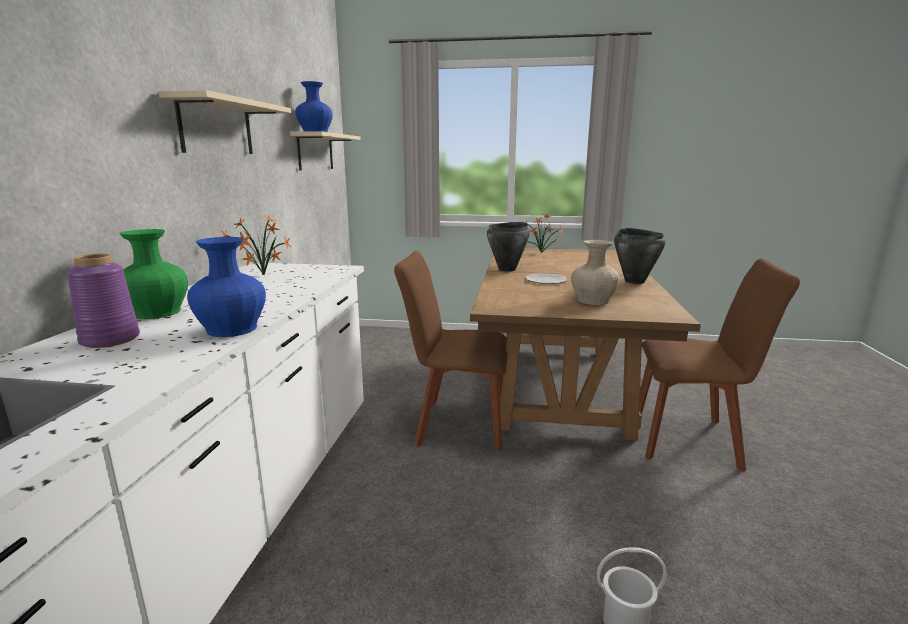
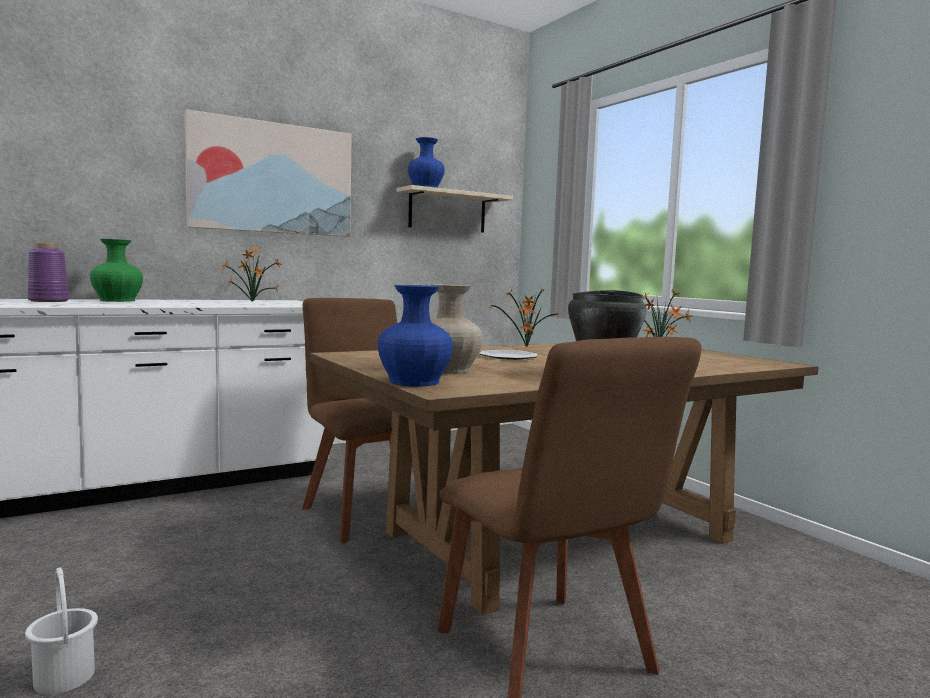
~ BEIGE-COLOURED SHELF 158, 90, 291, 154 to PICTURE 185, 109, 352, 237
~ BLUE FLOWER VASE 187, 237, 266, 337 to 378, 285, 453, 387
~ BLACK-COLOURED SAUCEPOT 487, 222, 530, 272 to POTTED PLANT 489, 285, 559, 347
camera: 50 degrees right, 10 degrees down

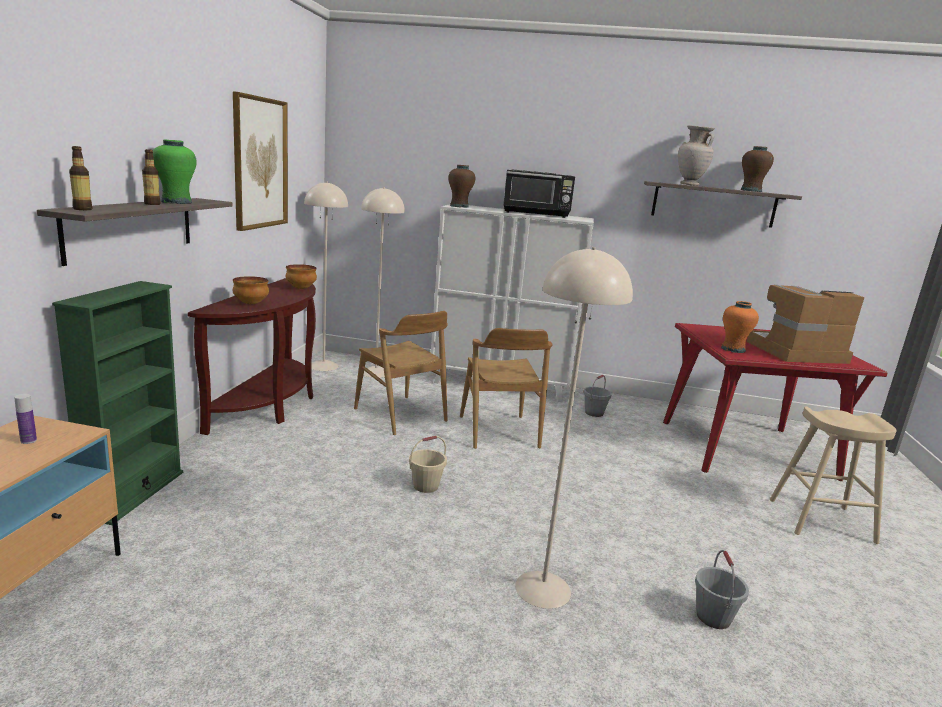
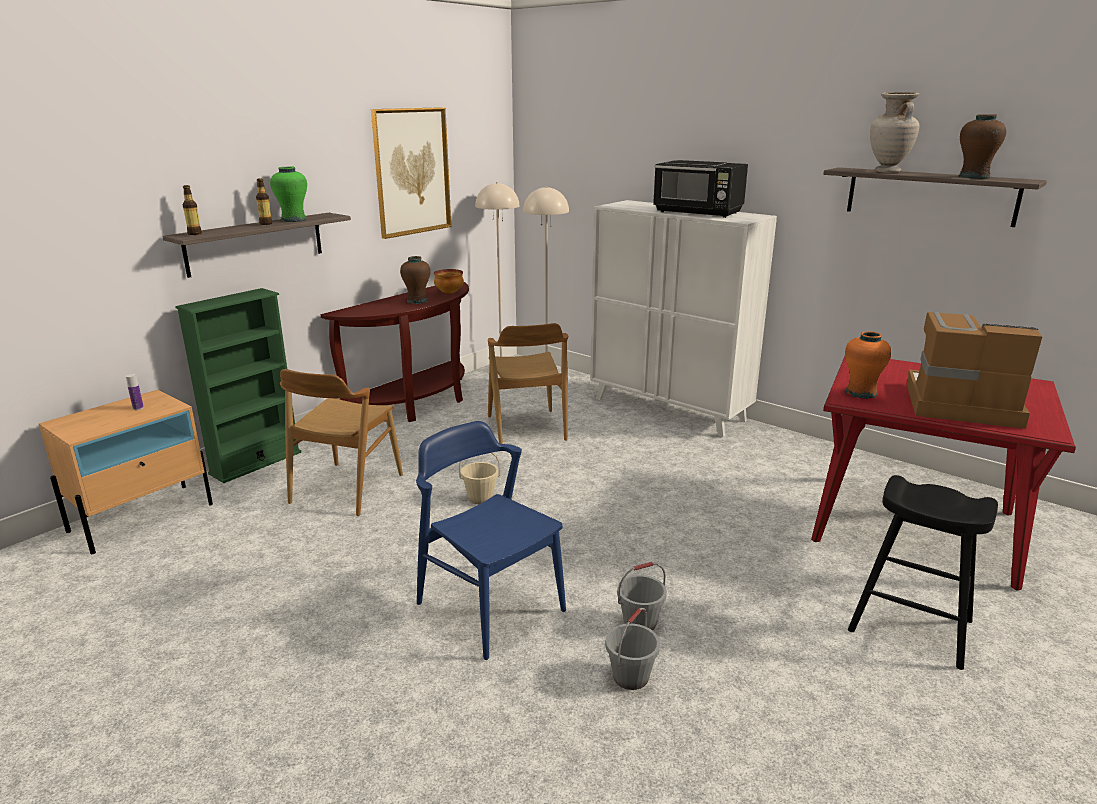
- BOWL 233, 276, 269, 304
~ BROWNISH FLOWER VASE 448, 165, 475, 208 to 400, 256, 431, 304
~ BROWNISH UPRIGHT CHAIR 460, 328, 553, 449 to 280, 369, 403, 516
~ BEIGE-COLOURED STANDARD LAMP 515, 247, 633, 609 to BLUE UPRIGHT CHAIR 416, 421, 566, 660
~ GRAY PAIL 583, 375, 612, 417 to 617, 562, 667, 631
~ BEIGE-COLOURED STOOL SEAT 770, 406, 897, 544 to BLACK-COLOURED STOOL SEAT 848, 475, 998, 670
camera: 30 degrees right, 5 degrees up

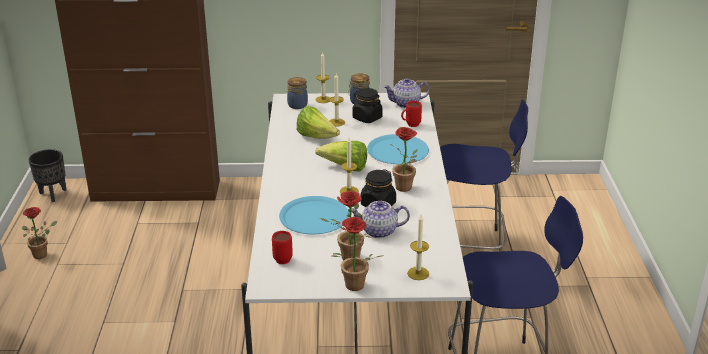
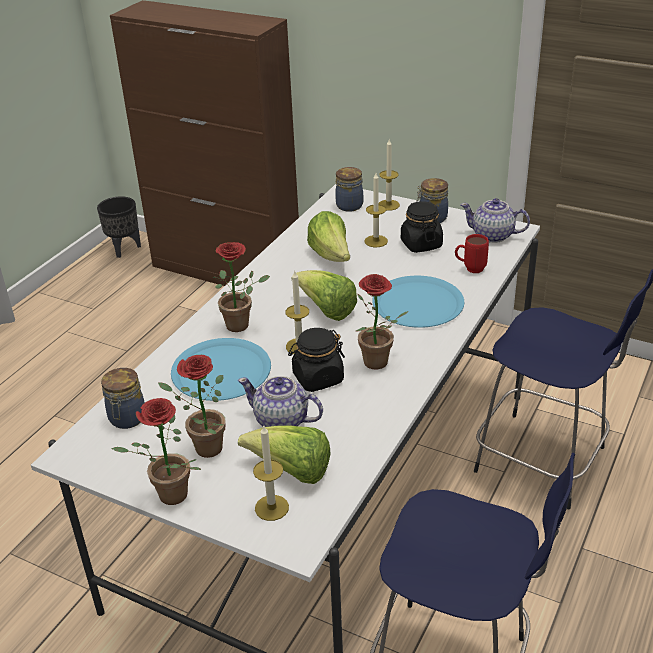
~ POTTED PLANT 22, 207, 58, 259 to 213, 242, 270, 332
~ RED-COLOURED MUG 272, 231, 293, 264 to PRESERVE JAR 101, 368, 145, 429
+ LETTUCE HEAD 238, 426, 331, 484
camera: 30 degrees right, 5 degrees up

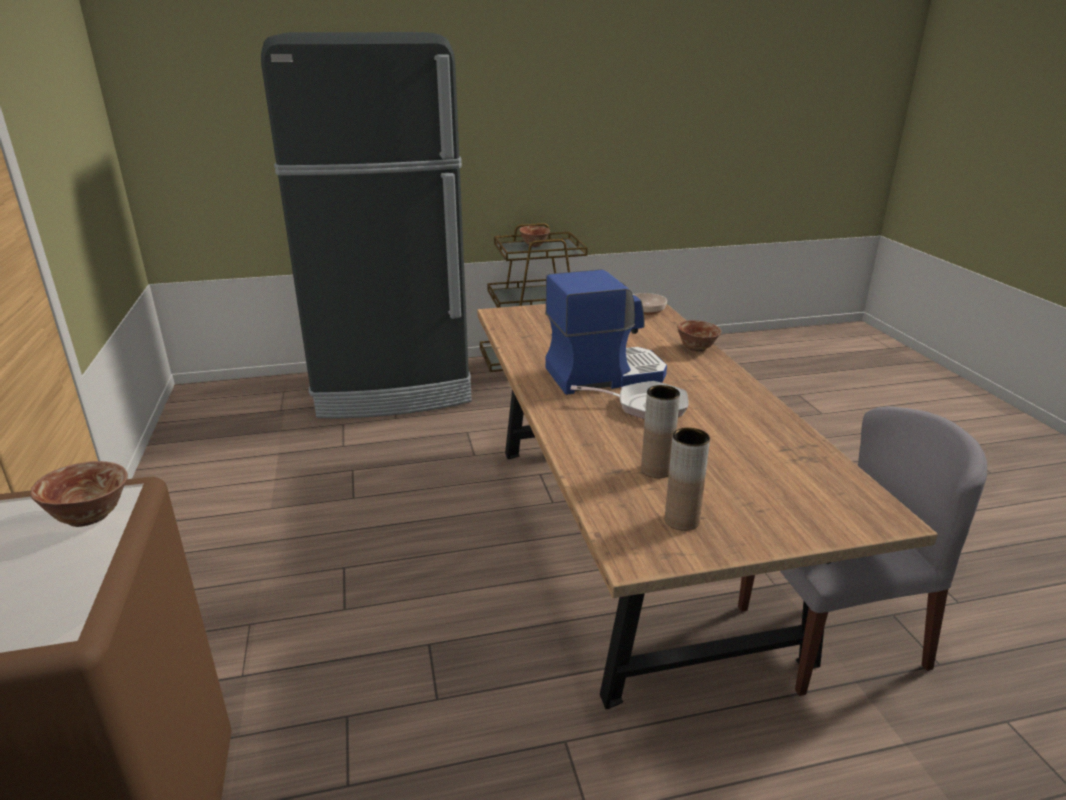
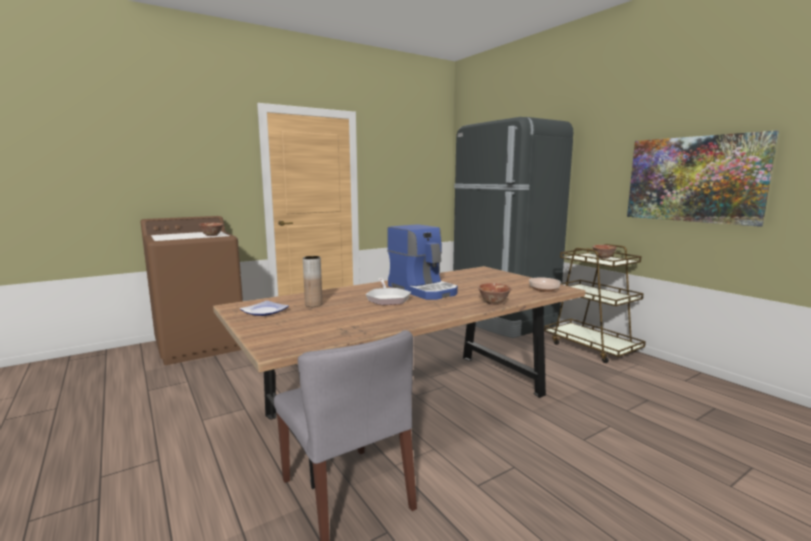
~ BROWNISH FLOWER VASE 665, 428, 710, 531 to FLAT DISH 240, 301, 289, 316
+ PICTURE 627, 131, 779, 227
camera: 70 degrees right, 15 degrees down

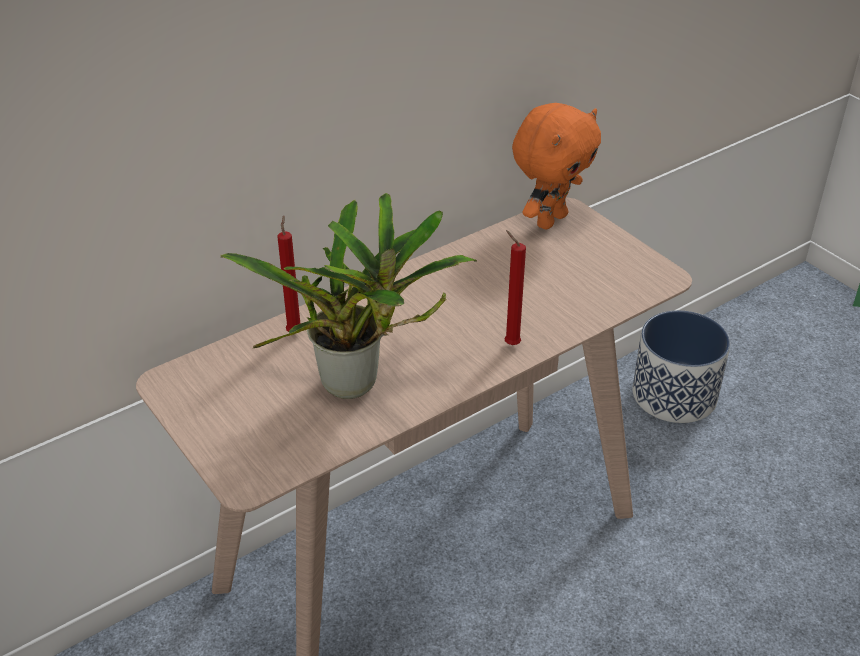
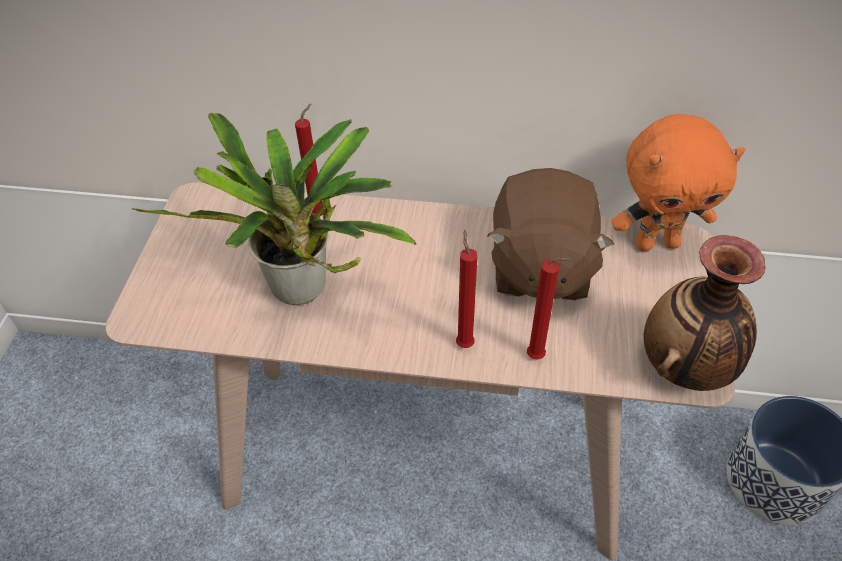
+ BROWNISH PLUSH TOY 487, 168, 614, 300
+ RED-COLOURED WAX LIGHT 527, 257, 571, 360
+ FLOWER VASE 643, 235, 766, 391
camera: 45 degrees right, 10 degrees up

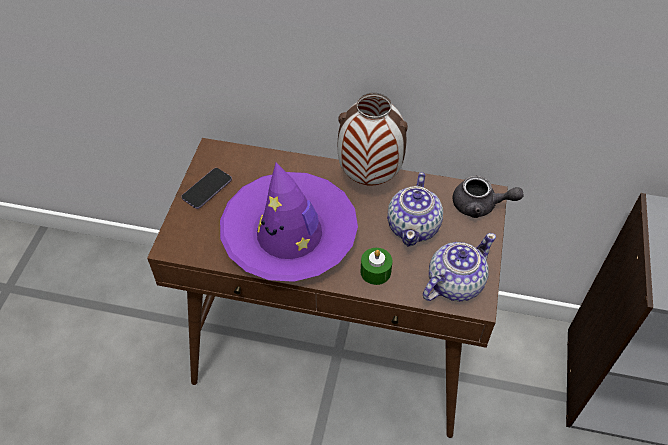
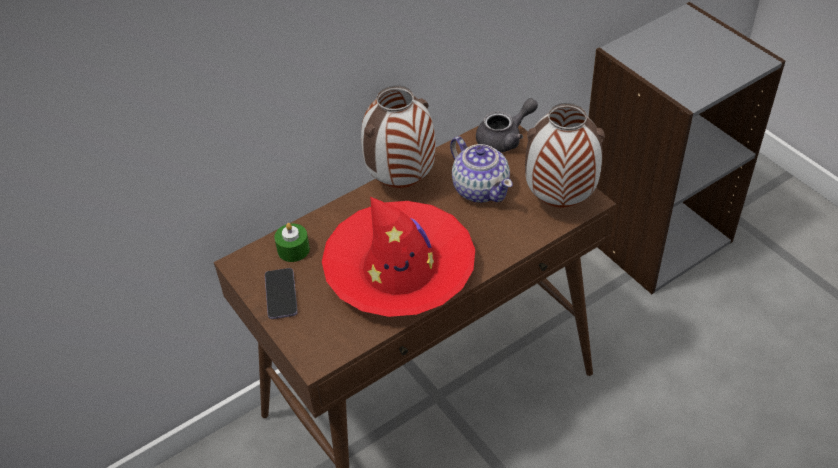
~ PURPLE HAT 220, 162, 358, 282 to RED-COLOURED HAT 322, 197, 475, 317
~ GREEN-COLOURED WAX LIGHT 360, 248, 392, 285 to 274, 223, 310, 262
~ TEA POT 423, 233, 496, 301 to FLOWER VASE 525, 103, 605, 207
camera: 45 degrees left, 5 degrees down

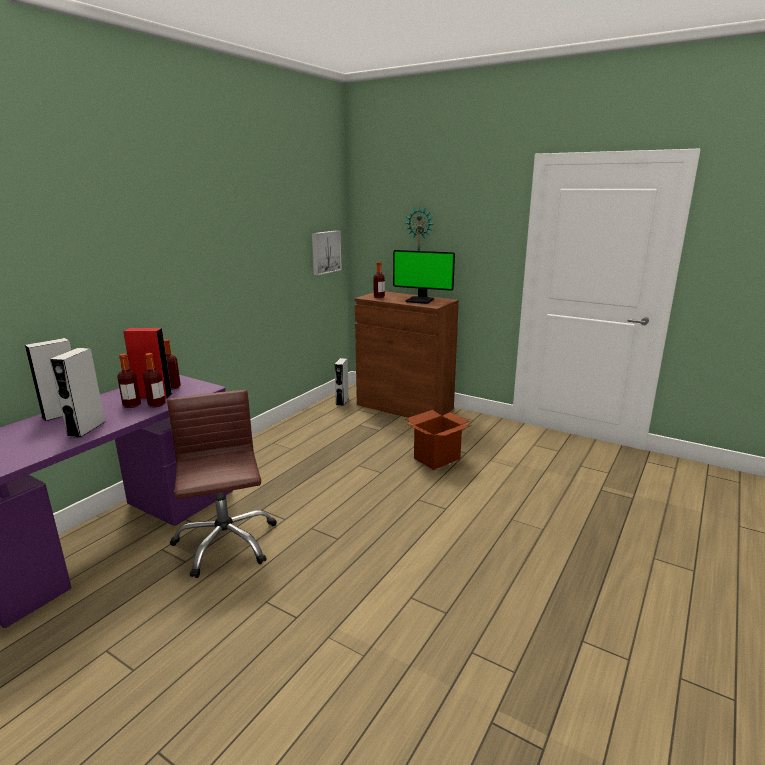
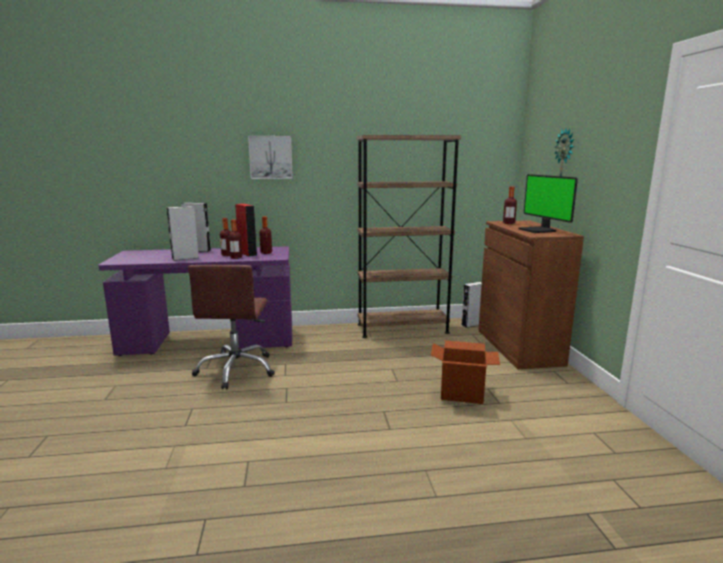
~ BROWNISH COMPUTER CHAIR 167, 390, 277, 578 = 188, 265, 275, 389 150 degrees clockwise
~ PICTURE 312, 230, 342, 275 to 248, 136, 293, 179
+ BROWNISH BOOKCASE 357, 135, 461, 338
camera: 50 degrees right, 5 degrees down

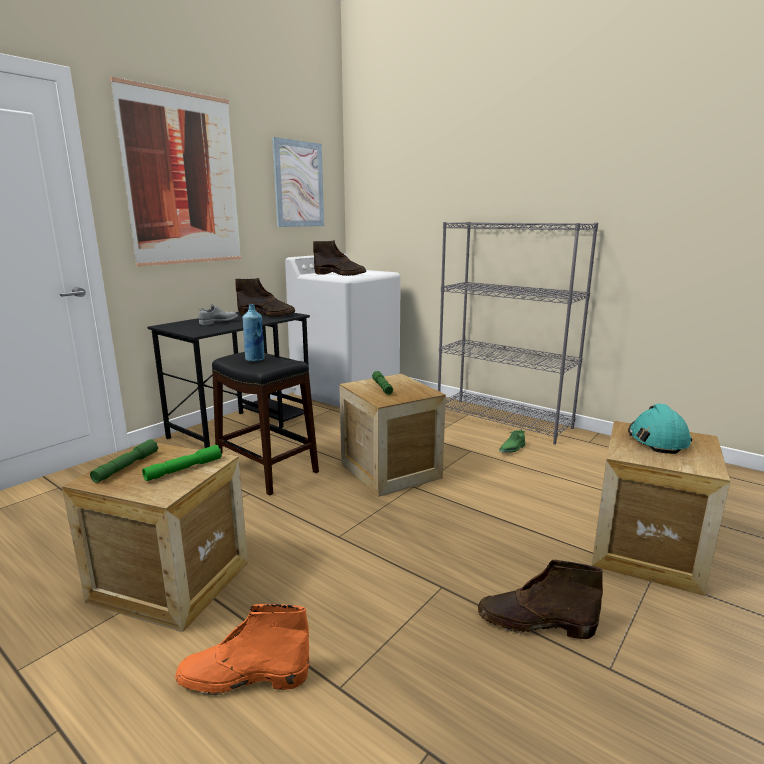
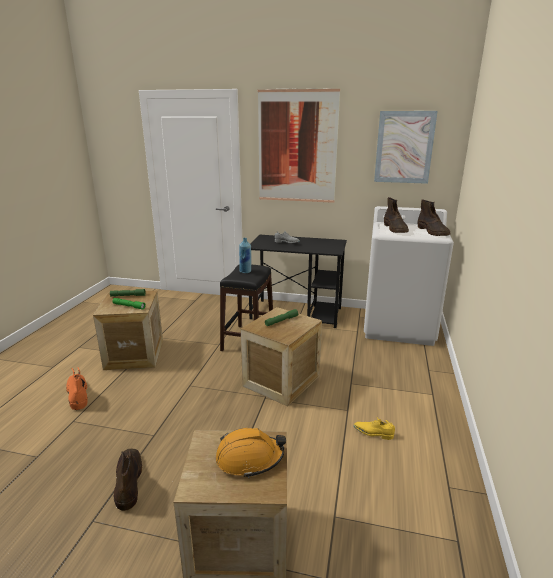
~ BROWNISH TALL BOOT 235, 278, 295, 317 to 417, 199, 450, 236
- GRAY BOOKCASE 438, 222, 598, 444
~ GREEN-COLOURED LOW SHOE 499, 429, 525, 453 to YELLOW LOW SHOE 354, 419, 395, 440
~ TURQUOISE WORK HELMET 628, 404, 692, 454 to ORANGE-COLOURED WORK HELMET 216, 428, 286, 478
camera: 65 degrees right, 5 degrees up

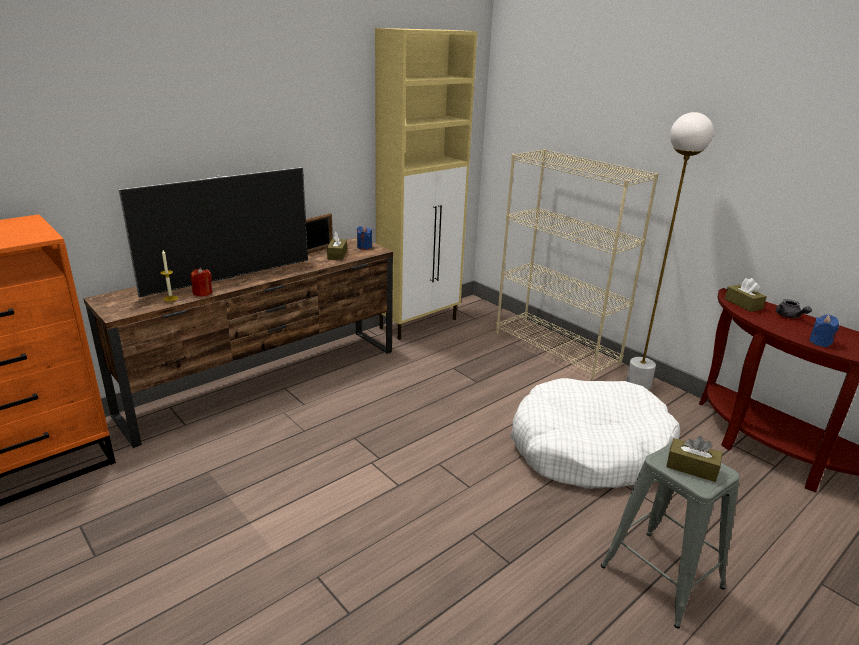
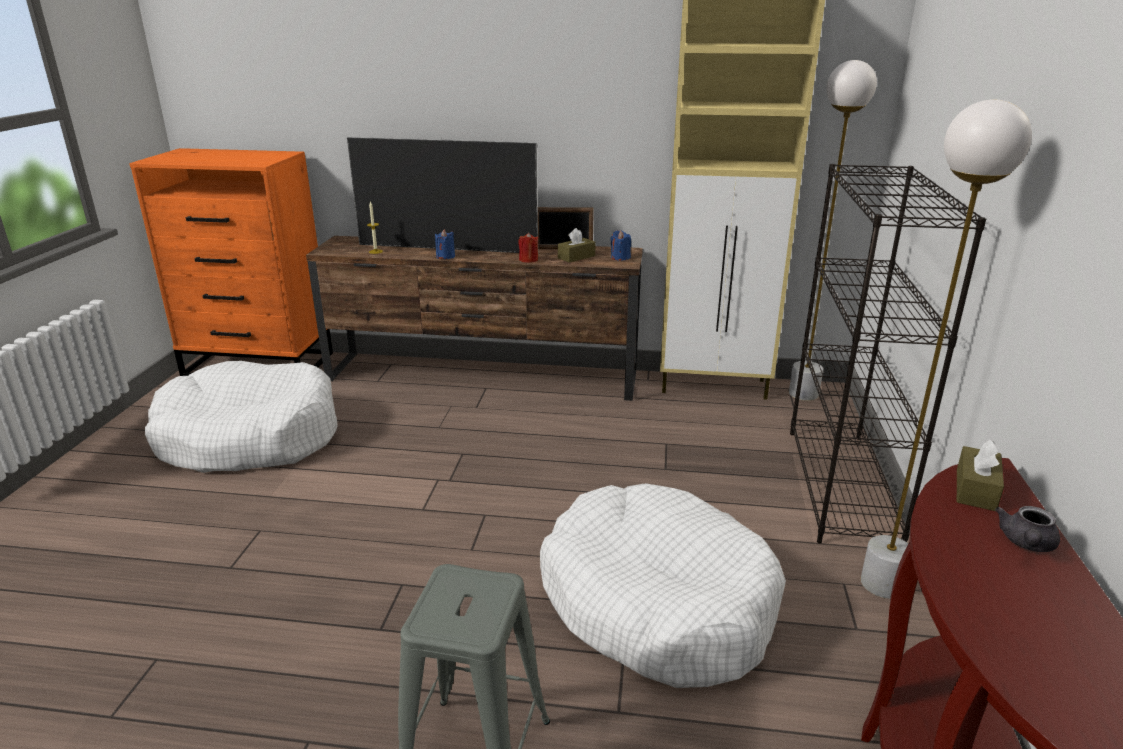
~ RED-COLOURED WAX LIGHT 191, 268, 212, 297 to 518, 233, 538, 263
~ BEIGE-COLOURED BOOKCASE 496, 149, 659, 381 to BLACK-COLOURED BOOKCASE 790, 164, 986, 544
- BROWNISH TISSUE HOLDER 666, 436, 723, 482
~ BLUE WAX LIGHT 809, 314, 839, 347 to 435, 229, 455, 259
+ WHITE DOG CUSHION 145, 361, 338, 473
+ WHITE STANDARD LAMP 789, 60, 877, 401
camera: 50 degrees right, 0 degrees up

